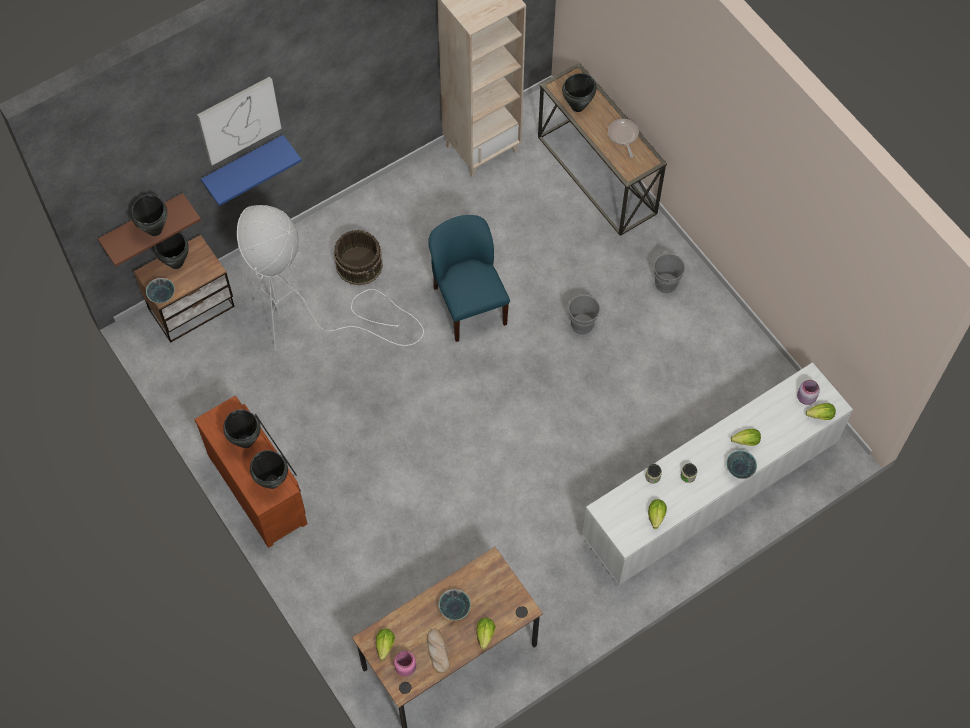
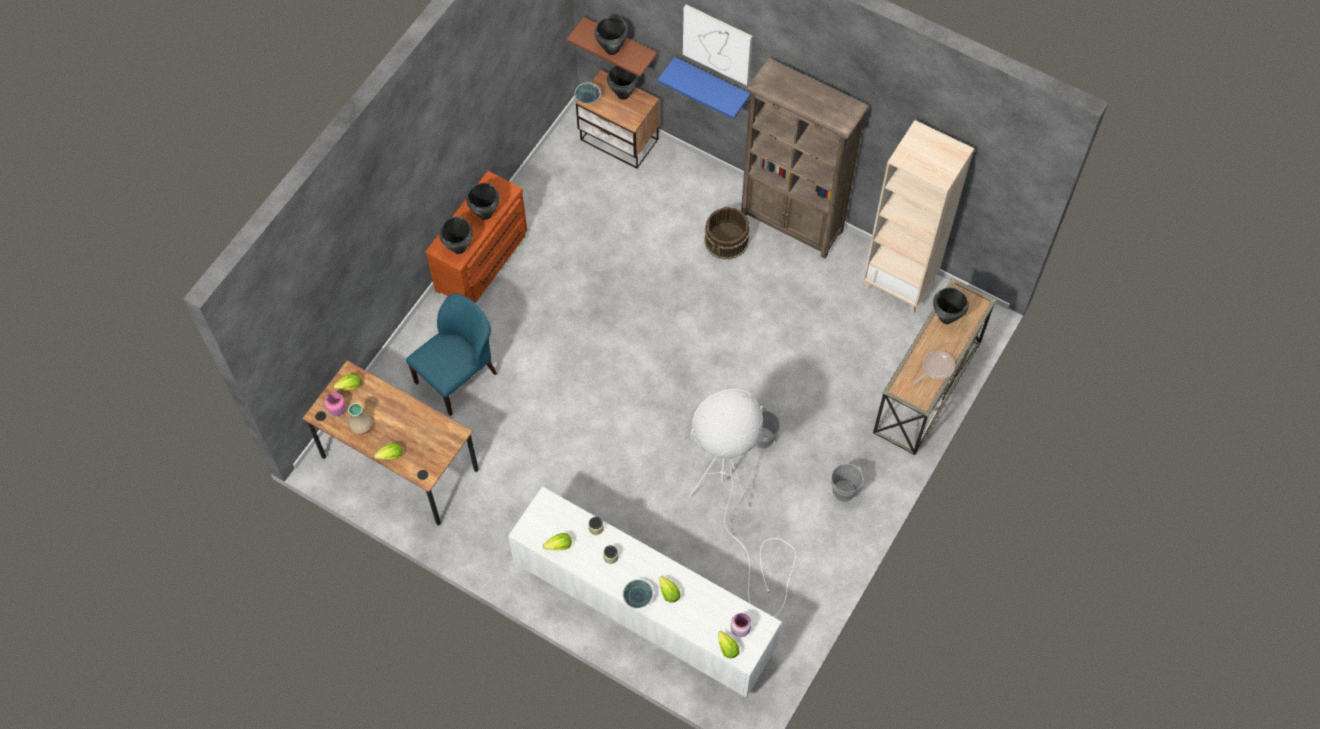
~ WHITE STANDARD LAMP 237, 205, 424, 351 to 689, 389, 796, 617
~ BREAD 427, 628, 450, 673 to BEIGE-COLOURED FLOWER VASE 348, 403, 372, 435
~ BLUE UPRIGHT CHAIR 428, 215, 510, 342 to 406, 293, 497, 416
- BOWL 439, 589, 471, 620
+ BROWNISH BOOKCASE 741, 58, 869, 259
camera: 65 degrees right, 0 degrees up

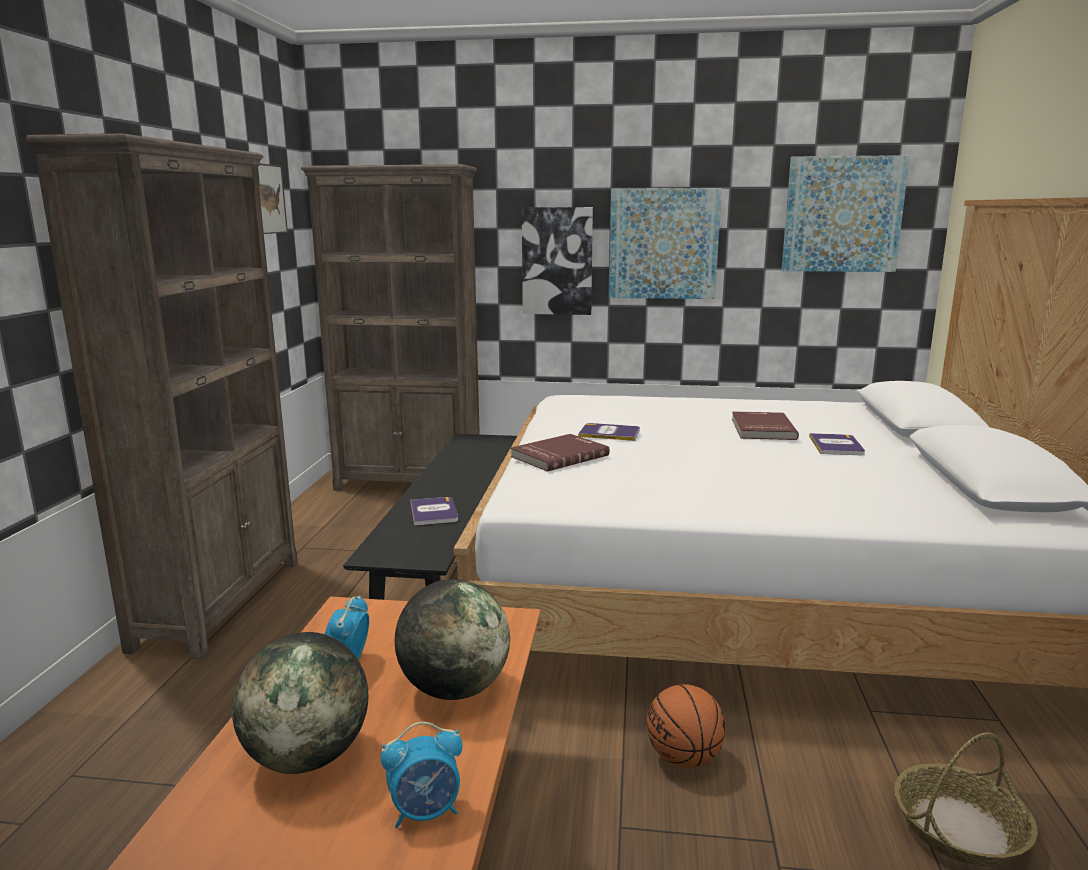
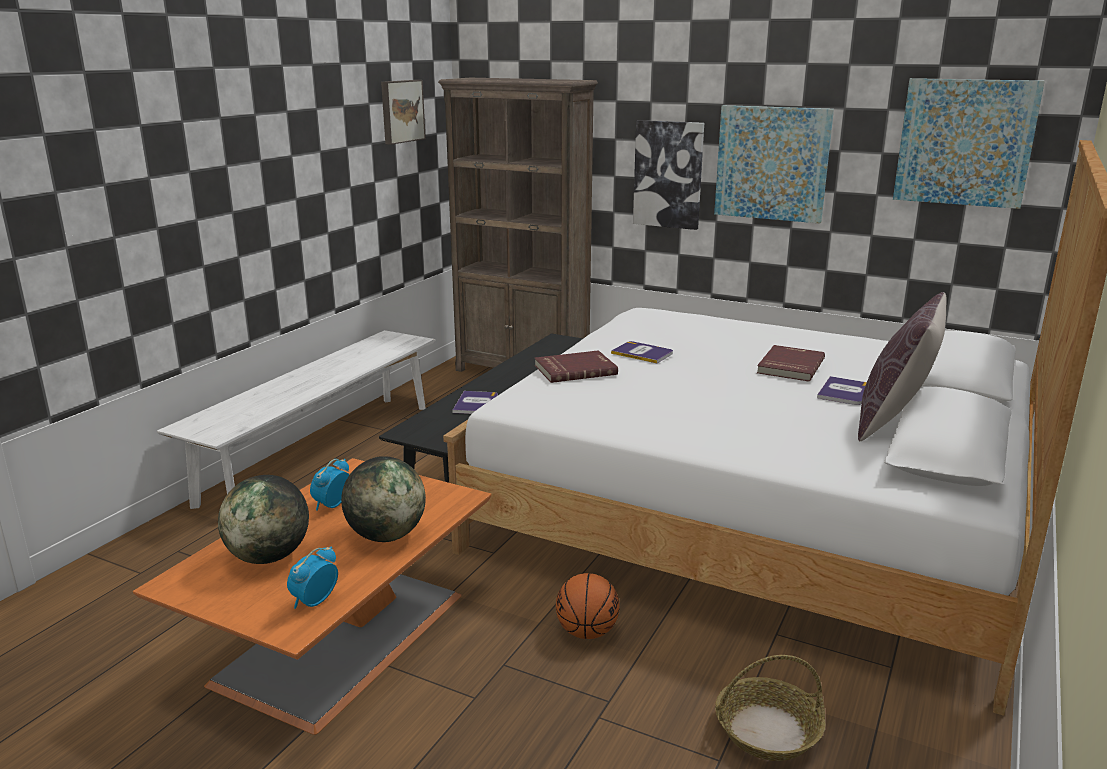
~ BROWNISH BOOKCASE 26, 133, 298, 659 to WHITE INDOOR BENCH 157, 330, 435, 509
~ ALARM CLOCK 381, 722, 463, 828 = 287, 547, 338, 609 120 degrees clockwise
+ BROWNISH PILLOW 858, 292, 947, 441
camera: 20 degrees right, 5 degrees up

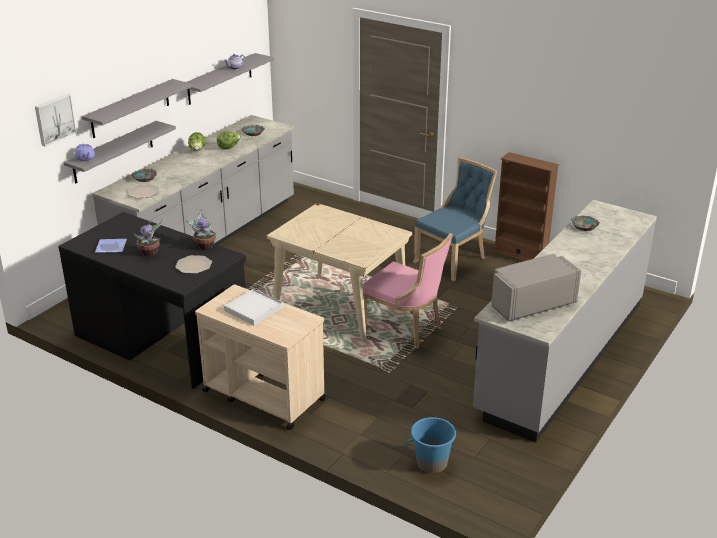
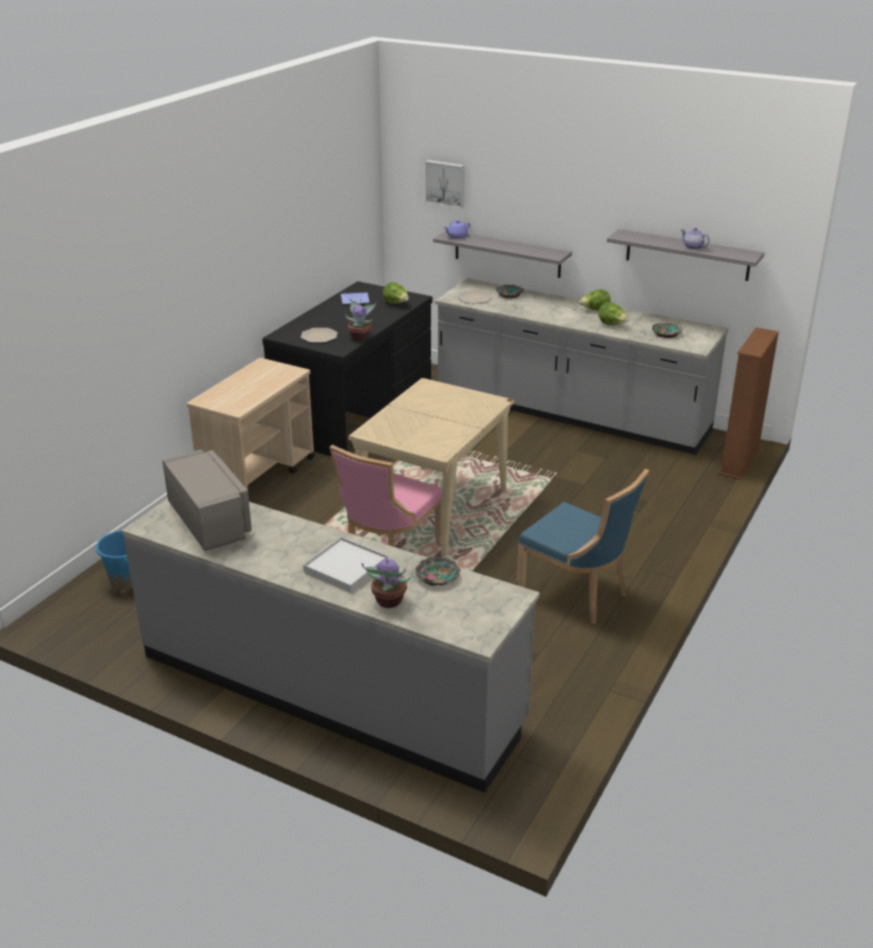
- GRAY SHELF 82, 79, 192, 138
~ POTTED PLANT 134, 219, 162, 257 to 362, 556, 411, 608
~ WHITE SERVING TRAY 224, 288, 283, 325 to 303, 537, 388, 593
~ BROWNISH BOOKCASE 493, 152, 559, 261 to 719, 327, 779, 480
+ LETTUCE HEAD 383, 282, 409, 304
camera: 85 degrees right, 0 degrees up

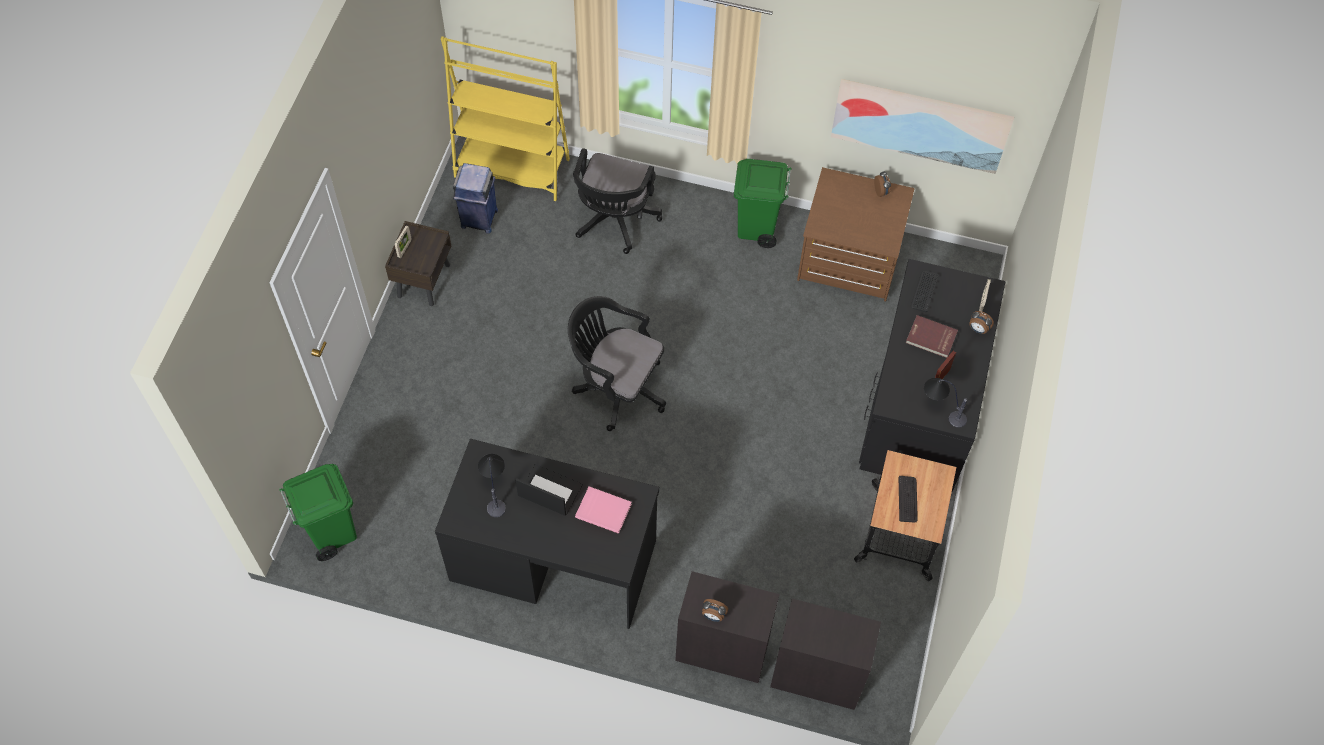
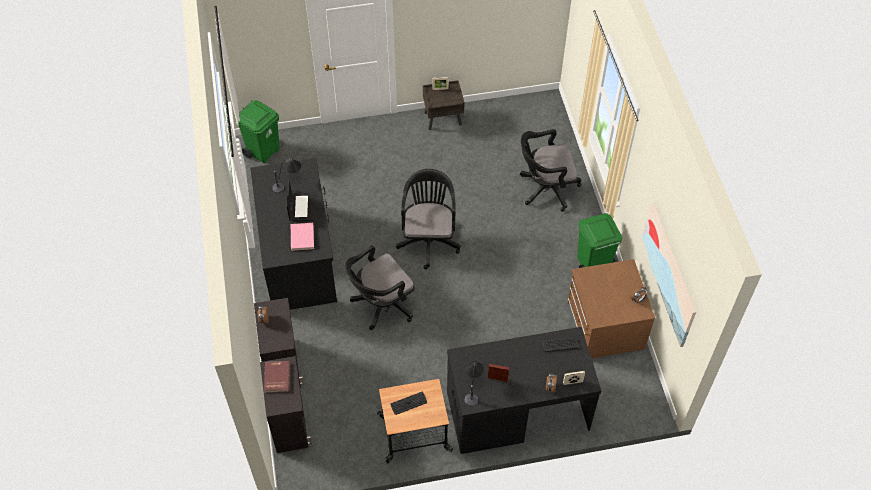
- YELLOW BOOKCASE 441, 36, 570, 201
- BLUE TRASH CAN 453, 163, 498, 234
~ RED-COLOURED BOOK 906, 315, 958, 358 to 264, 361, 290, 393
+ BLACK-COLOURED COMPUTER CHAIR 345, 245, 415, 330
camera: 65 degrees right, 5 degrees down

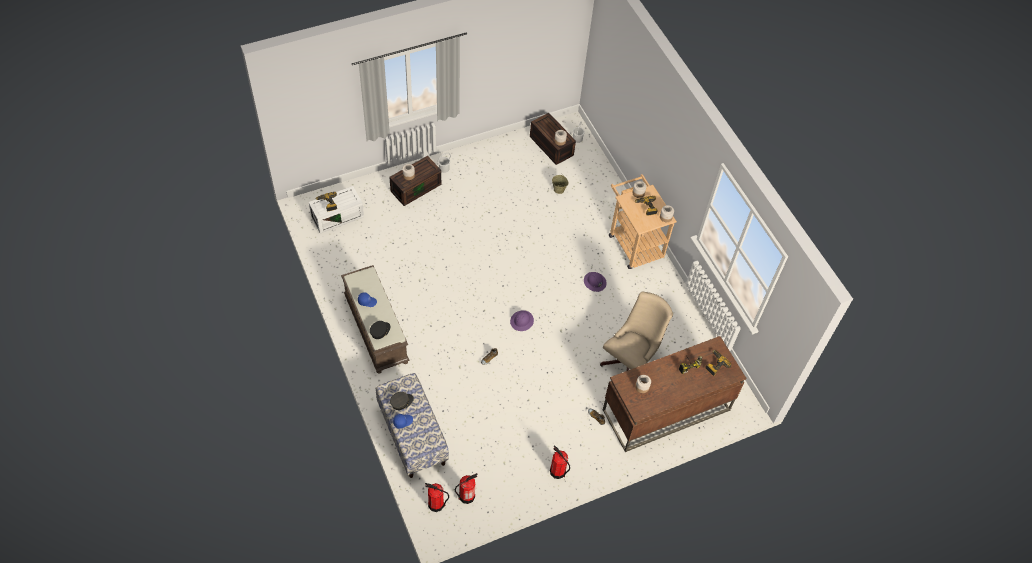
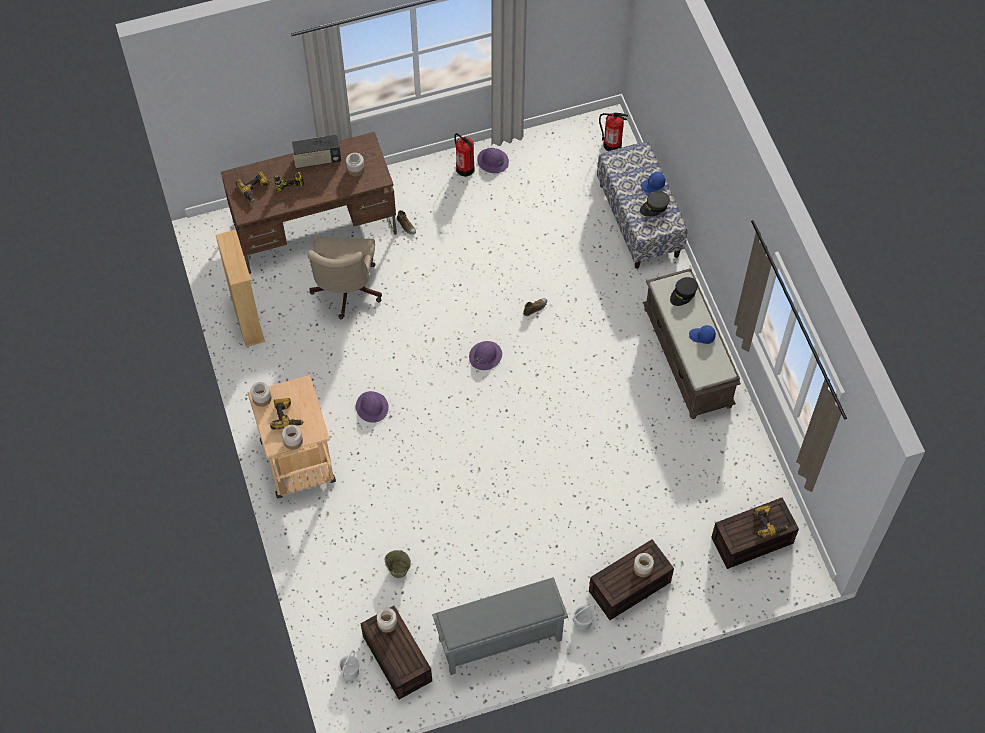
~ WHITE STORAGE BOX 309, 186, 364, 234 to BROWNISH STORAGE BOX 711, 498, 799, 569
- EXTINGUISHER 455, 473, 478, 504
~ BEIGE-COLOURED COMPUTER CHAIR 600, 291, 673, 371 = 308, 237, 382, 319 45 degrees counterclockwise
+ BEIGE-COLOURED BOOKCASE 216, 230, 265, 347
+ RADIO 292, 135, 341, 169
+ GRAY SHOE RACK 432, 577, 568, 675
+ PURPLE WORK HELMET 477, 148, 509, 173
camera: 170 degrees left, 5 degrees up

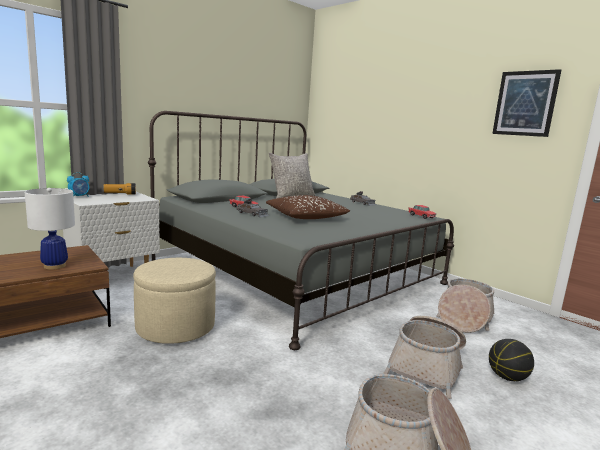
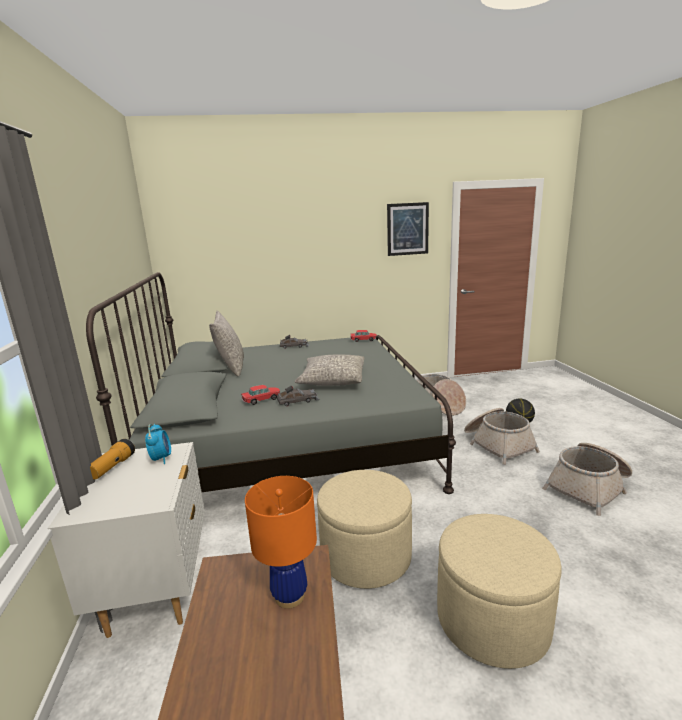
~ WHITE TABLETOP LAMP 25, 188, 75, 270 to ORANGE-COLOURED TABLETOP LAMP 245, 476, 317, 609
~ ALARM CLOCK 67, 172, 89, 197 to 145, 424, 171, 464
~ BROWNISH PILLOW 266, 195, 350, 219 to GRAY PILLOW 294, 355, 365, 386
+ BEIGE-COLOURED POUFFE 437, 514, 562, 669
camera: 55 degrees left, 5 degrees up

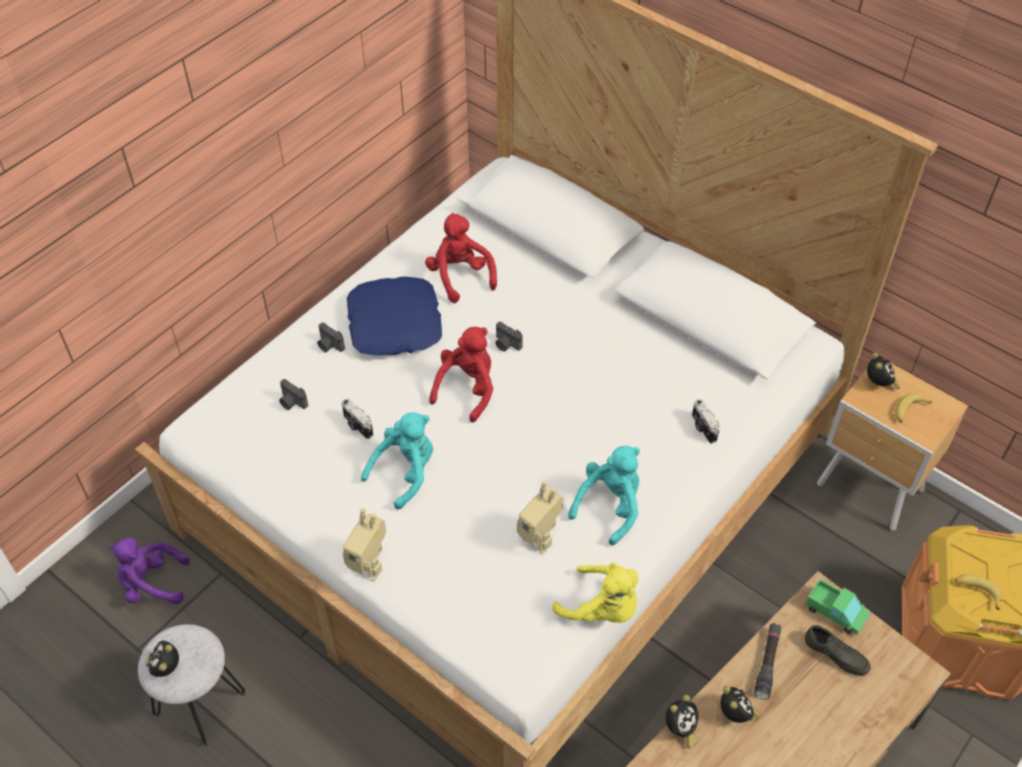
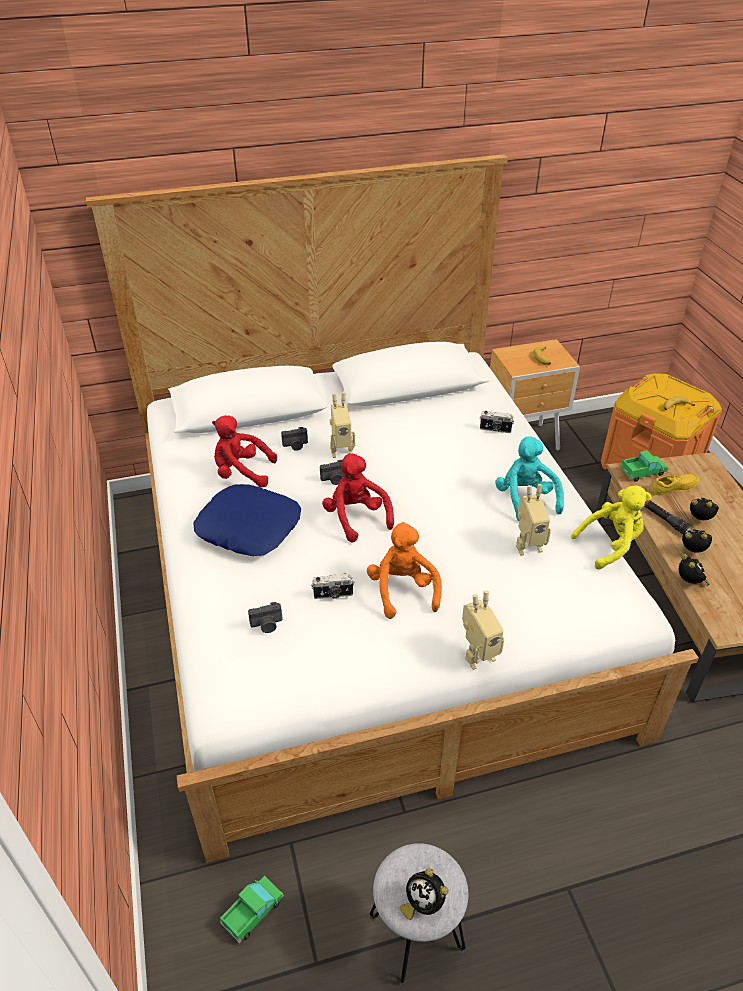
~ PURPLE PLUSH TOY 109, 537, 189, 604 to MODEL TRUCK 220, 876, 284, 943
~ STILL CAMERA 317, 322, 345, 352 to 281, 427, 308, 451
~ TURQUOISE PLUSH TOY 361, 412, 433, 510 to ORANGE-COLOURED PLUSH TOY 367, 522, 442, 619
~ GRAY LOW SHOE 805, 625, 871, 676 to YELLOW LOW SHOE 651, 471, 699, 496
~ ALARM CLOCK 867, 353, 900, 390 to 690, 498, 719, 520
+ TOY ROBOT 330, 393, 355, 458
camera: 55 degrees left, 10 degrees down

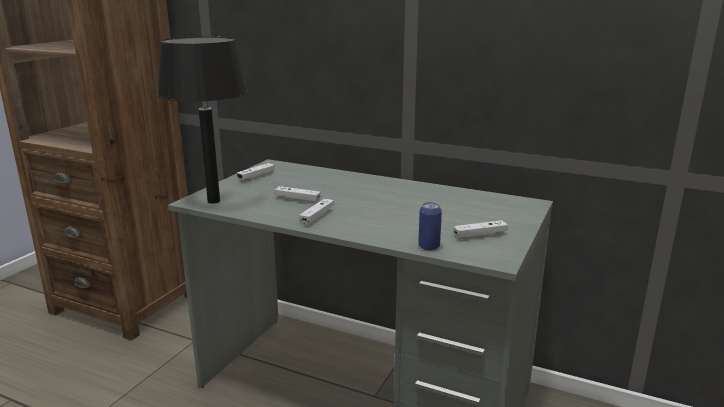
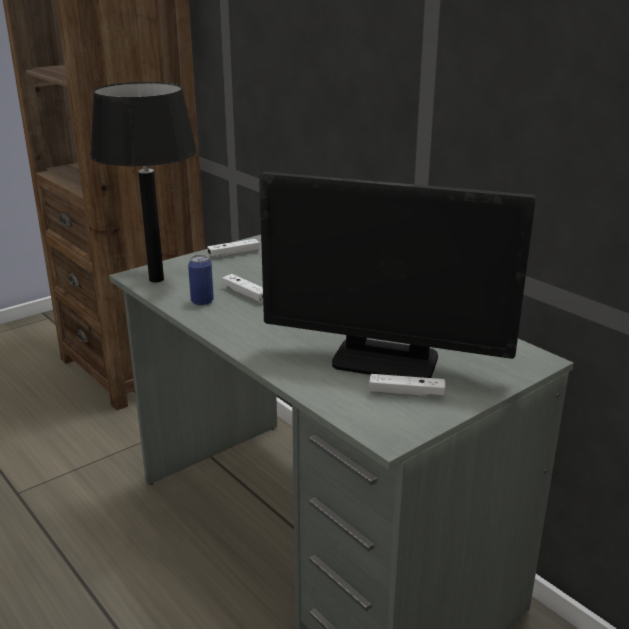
- WHITE JOYPAD 299, 199, 334, 226
~ METAL CAN 418, 202, 442, 251 to 188, 254, 214, 306
+ COMPUTER SCREEN 259, 172, 536, 378
camera: 25 degrees right, 5 degrees up

